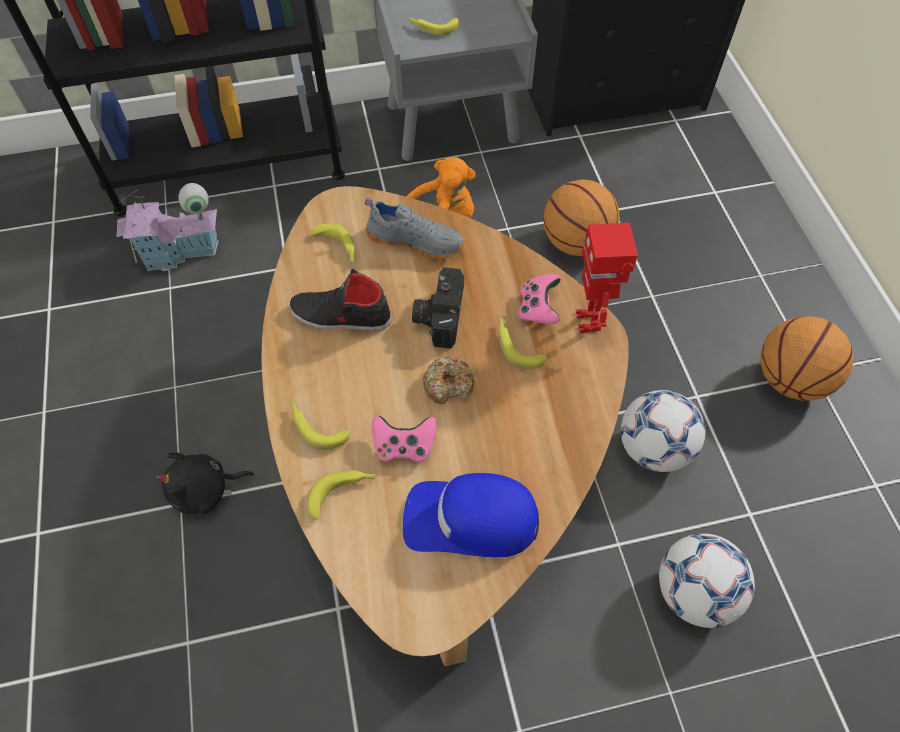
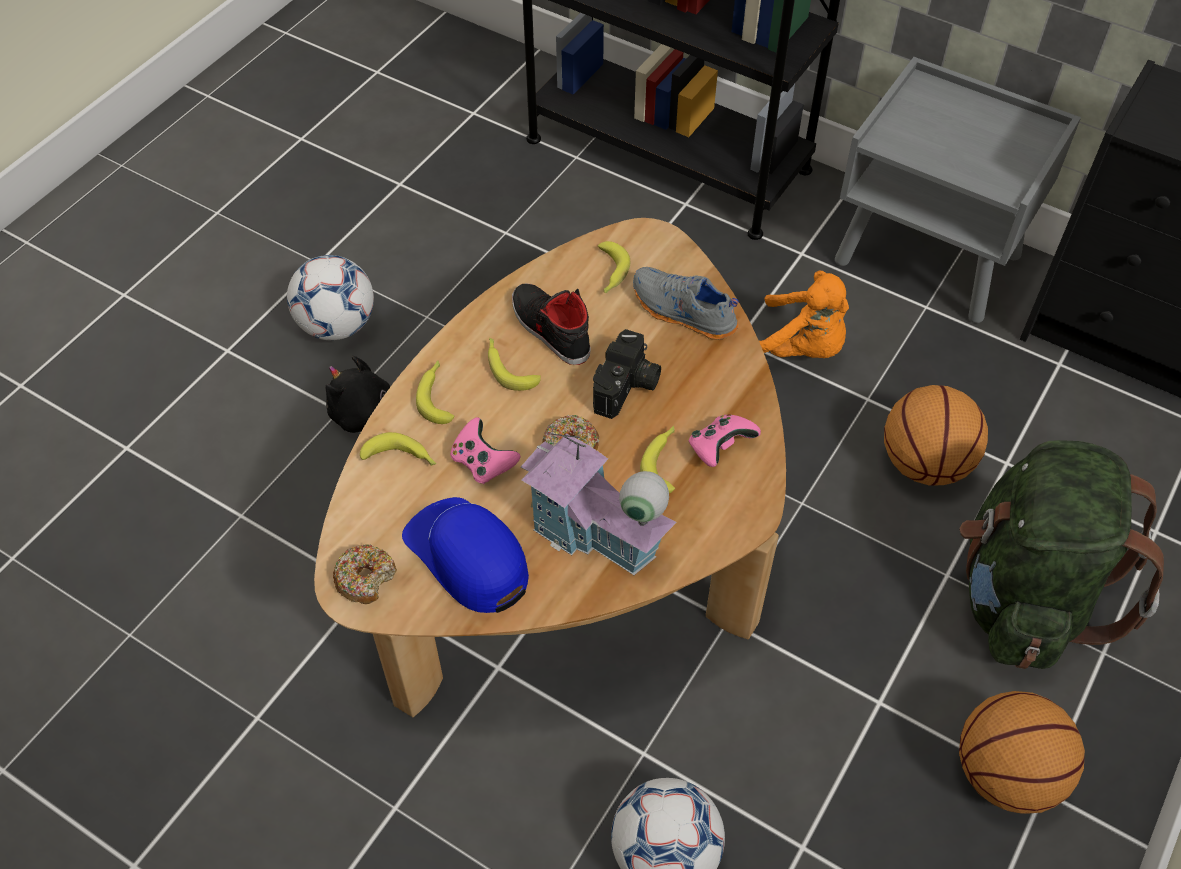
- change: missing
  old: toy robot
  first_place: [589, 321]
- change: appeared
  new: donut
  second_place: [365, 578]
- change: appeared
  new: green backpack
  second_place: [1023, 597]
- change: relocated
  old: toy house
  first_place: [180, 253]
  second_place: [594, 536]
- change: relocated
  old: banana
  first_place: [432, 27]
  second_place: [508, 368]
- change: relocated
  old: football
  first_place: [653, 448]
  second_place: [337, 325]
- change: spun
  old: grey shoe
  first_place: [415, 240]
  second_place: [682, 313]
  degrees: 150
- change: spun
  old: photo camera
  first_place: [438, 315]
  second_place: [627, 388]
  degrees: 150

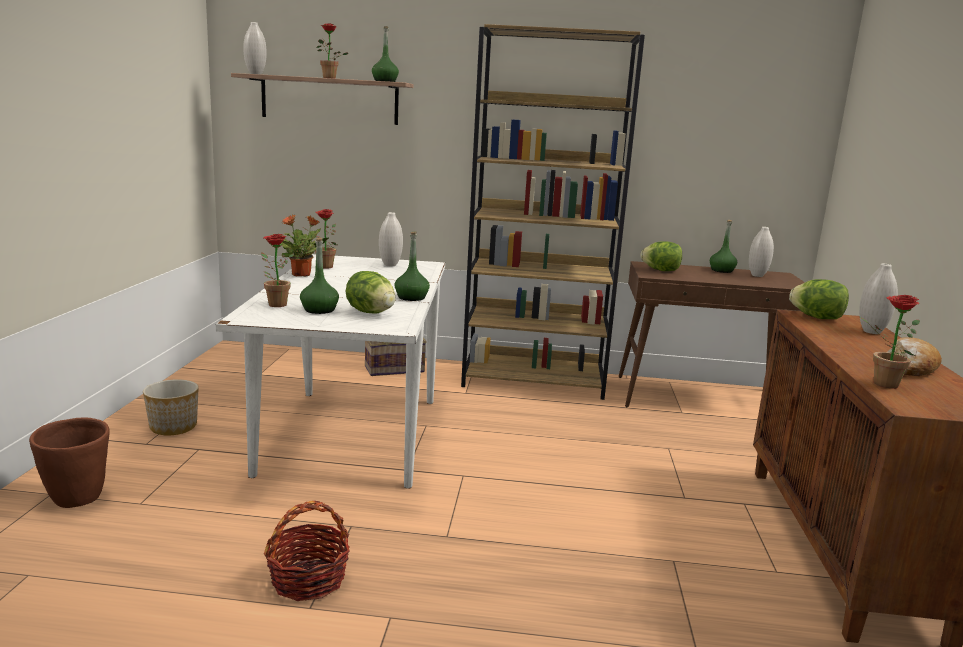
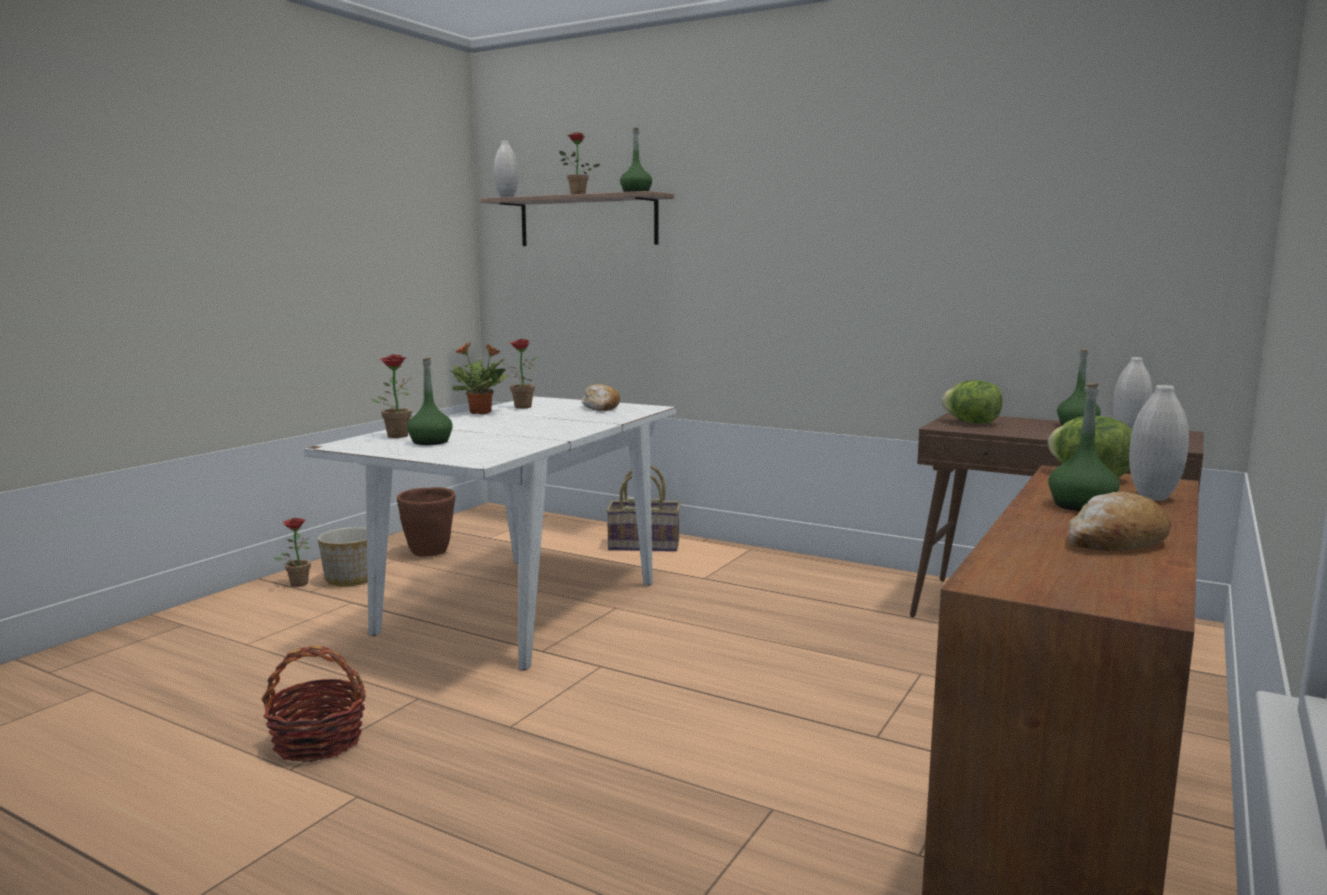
- change: missing
  old: lettuce
  first_place: [371, 313]
- change: missing
  old: brown bookcase
  first_place: [534, 380]
- change: relocated
  old: brown planter
  first_place: [77, 499]
  second_place: [429, 553]
- change: relocated
  old: green bottle
  first_place: [411, 298]
  second_place: [1081, 506]
- change: relocated
  old: potted plant
  first_place: [879, 383]
  second_place: [298, 582]
- change: exchanged
  old: white vase
  new: bread
  first_place: [390, 265]
  second_place: [601, 407]

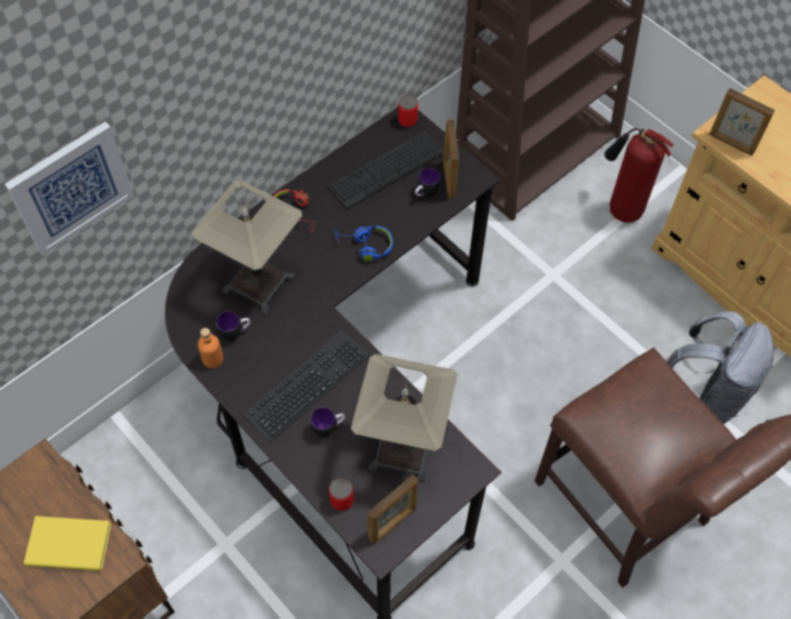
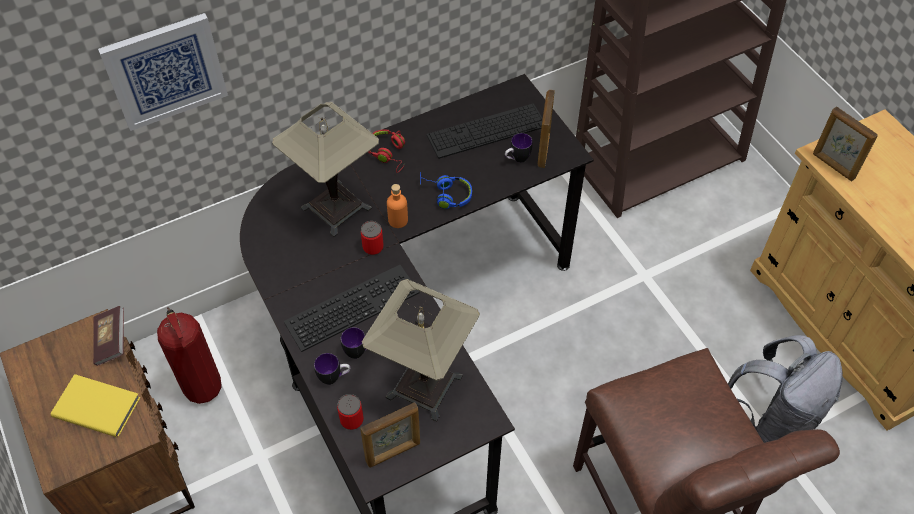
- change: appeared
  new: book
  second_place: [111, 341]
- change: relocated
  old: orange bottle
  first_place: [213, 359]
  second_place: [398, 220]
- change: relocated
  old: mug
  first_place: [235, 333]
  second_place: [334, 377]
- change: relocated
  old: can
  first_place: [407, 121]
  second_place: [373, 247]
- change: relocated
  old: fire extinguisher
  first_place: [620, 210]
  second_place: [201, 386]

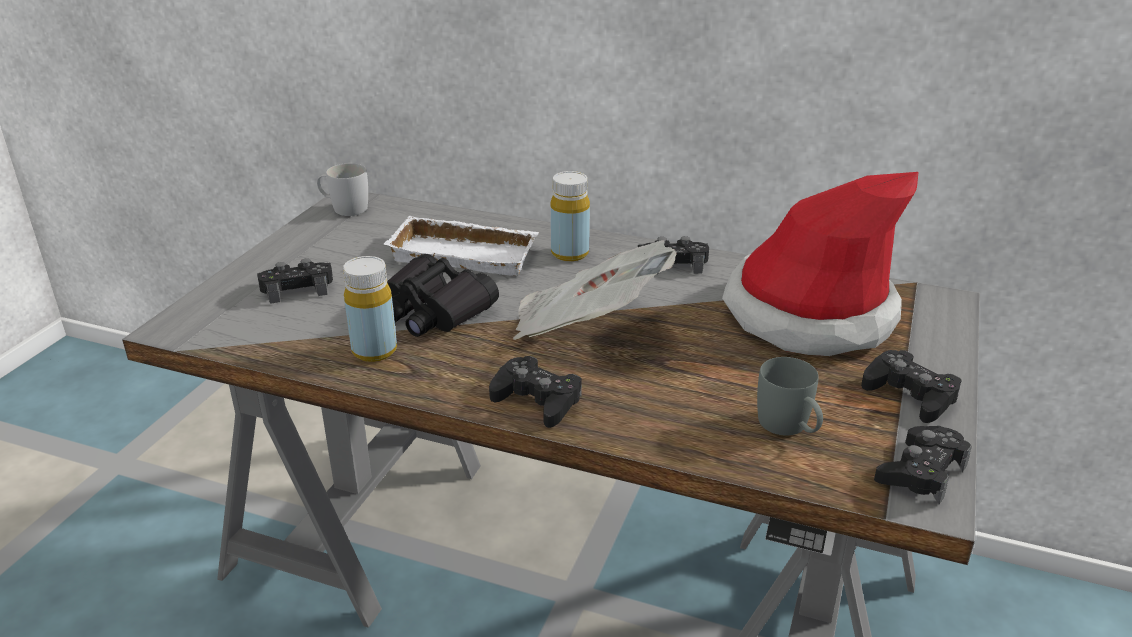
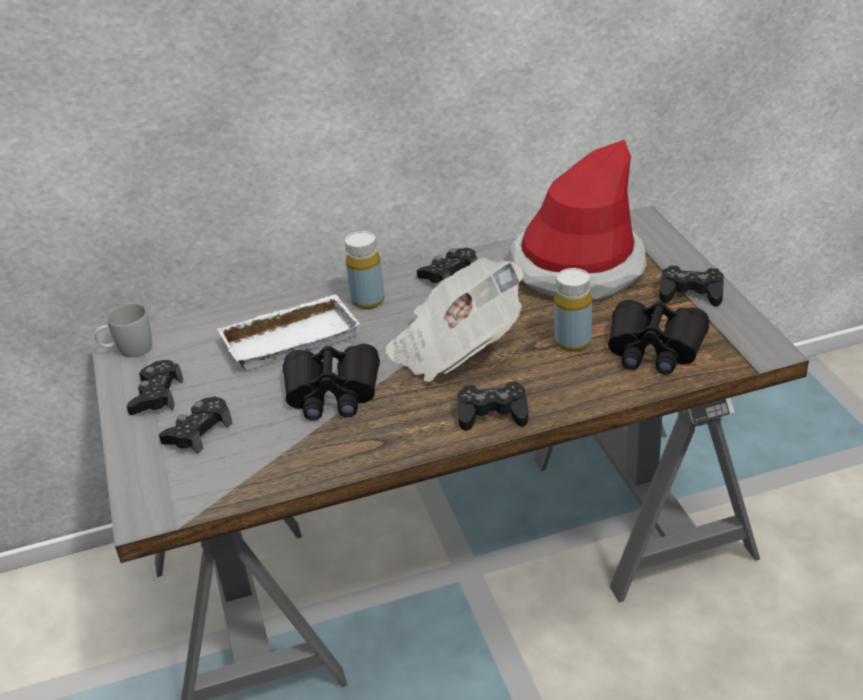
- change: relocated
  old: yellow bottle
  first_place: [374, 351]
  second_place: [572, 342]
- change: relocated
  old: black game controller
  first_place: [921, 472]
  second_place: [156, 395]
- change: exchanged
  old: grey mug
  new: black binoculars
  first_place: [789, 428]
  second_place: [654, 348]

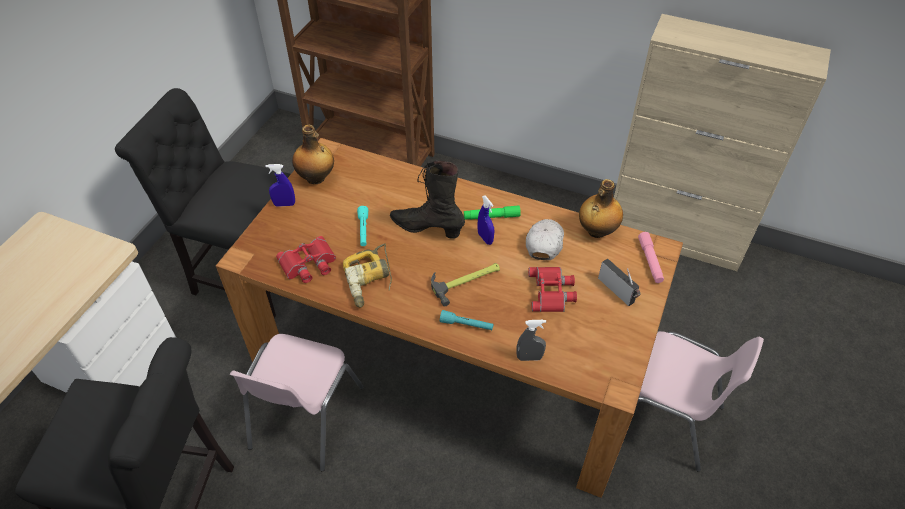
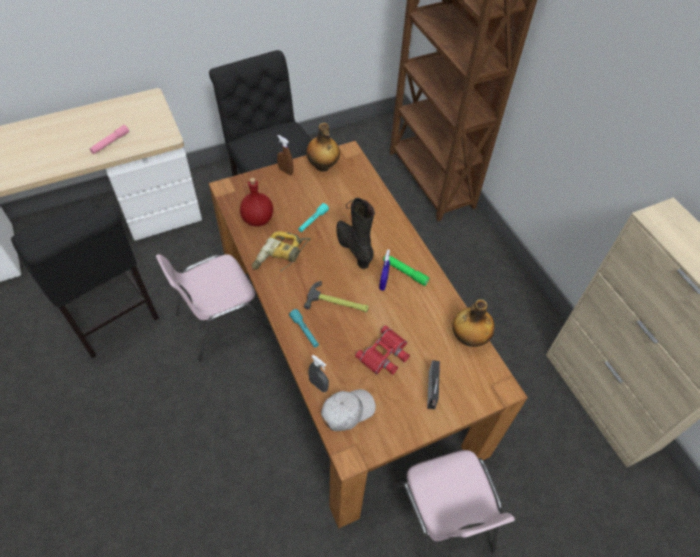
- change: relocated
  old: white cap
  first_place: [544, 242]
  second_place: [347, 411]
- change: relocated
  old: pink flashlight
  first_place: [650, 261]
  second_place: [110, 143]
- change: exchanged
  old: red binoculars
  new: red bottle
  first_place: [309, 264]
  second_place: [257, 220]
- change: colour
  old: blue spray bottle
  new: brown spray bottle
  first_place: [284, 204]
  second_place: [285, 171]

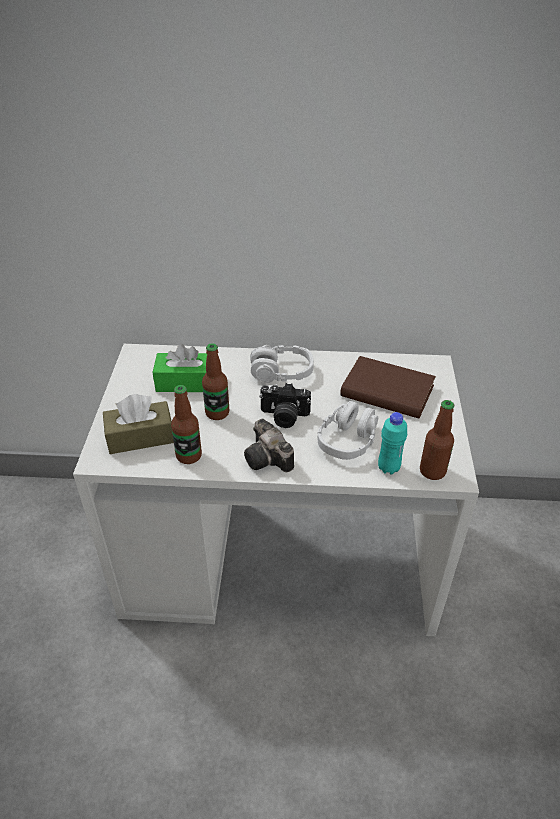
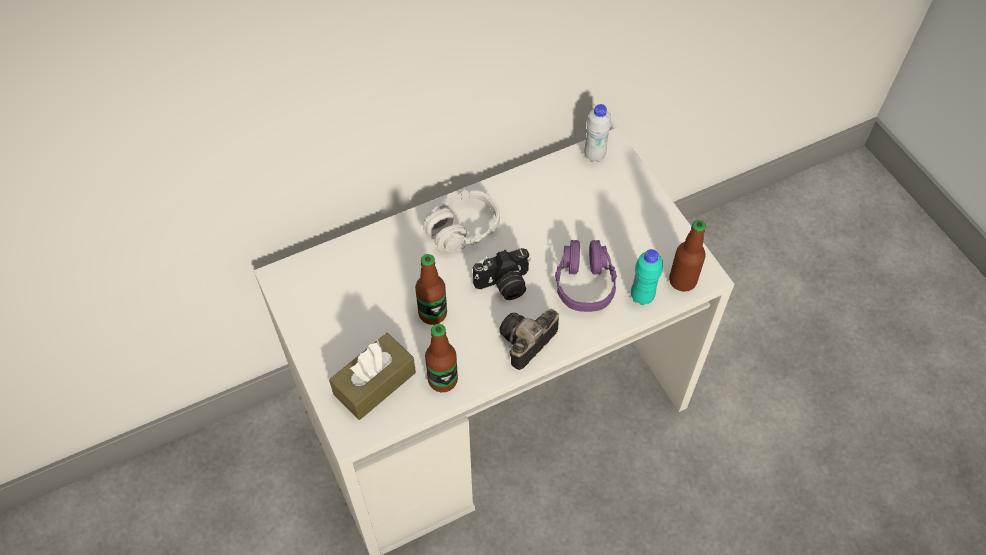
- change: missing
  old: green tissue box
  first_place: [186, 382]
- change: missing
  old: brown book
  first_place: [387, 391]
- change: appeared
  new: white bottle
  second_place: [594, 155]
- change: colour
  old: grey headphones
  new: purple headphones
  first_place: [347, 440]
  second_place: [584, 283]
- change: spun
  old: photo camera
  first_place: [269, 459]
  second_place: [525, 343]
  degrees: 105

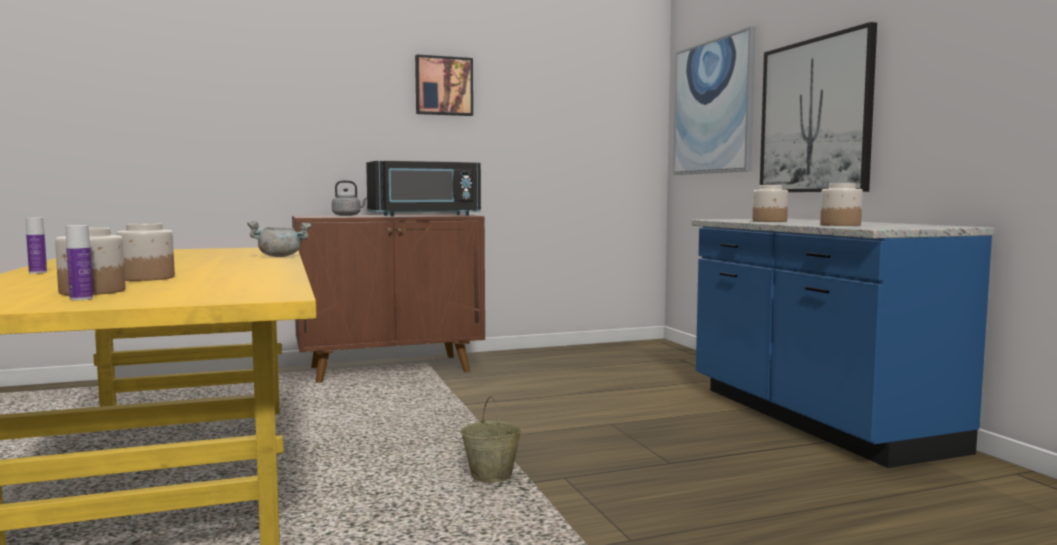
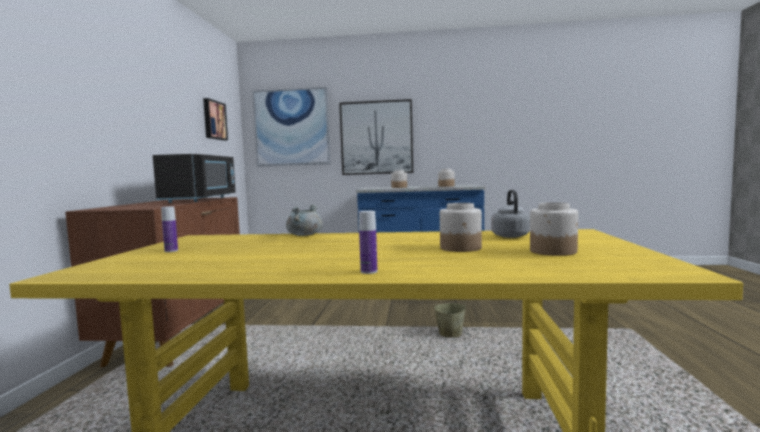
- change: relocated
  old: bottle
  first_place: [81, 299]
  second_place: [171, 251]
- change: relocated
  old: grey kettle
  first_place: [348, 215]
  second_place: [510, 236]
- change: relocated
  old: picture
  first_place: [443, 86]
  second_place: [214, 120]

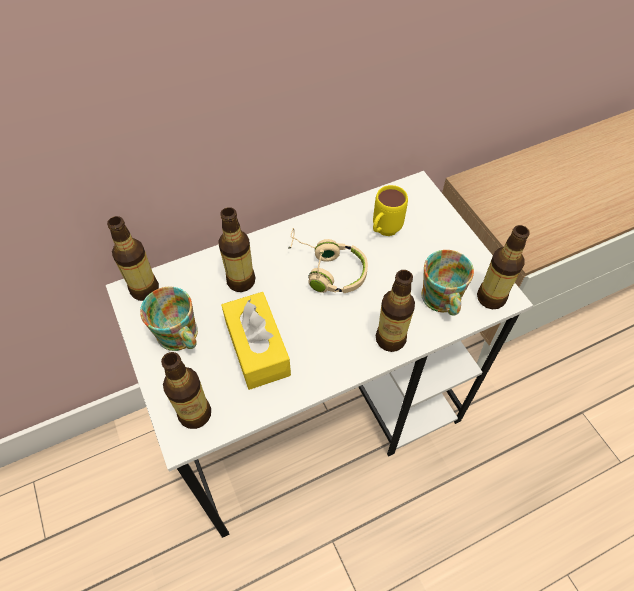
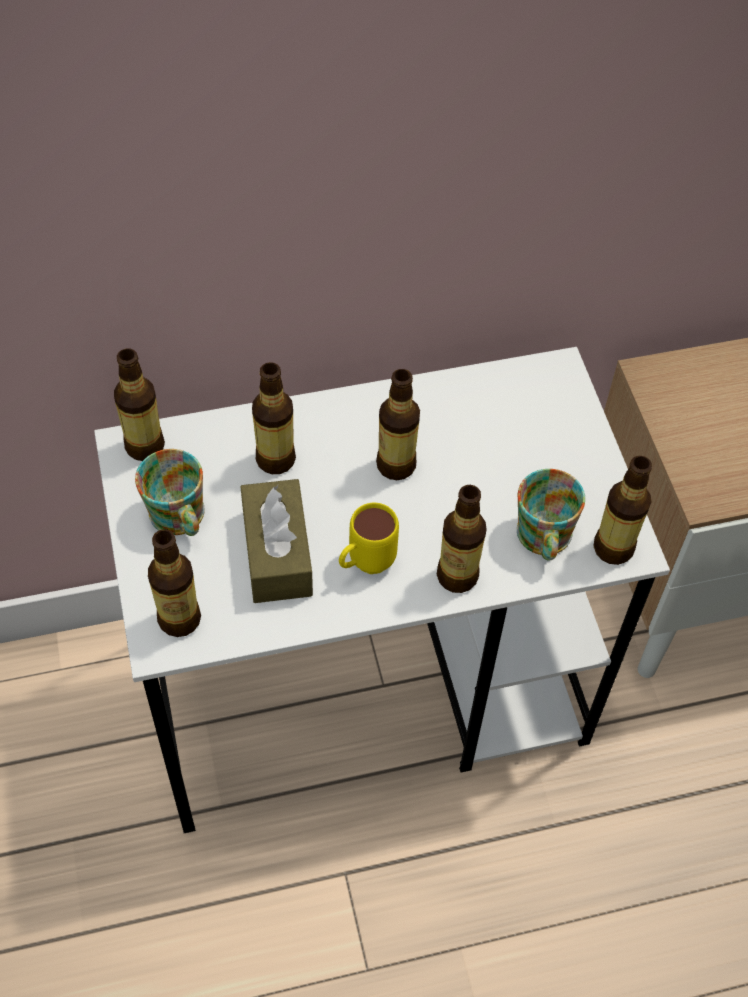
- change: relocated
  old: yellow mug
  first_place: [383, 232]
  second_place: [364, 565]
- change: exchanged
  old: beige headphones
  new: bottle
  first_place: [326, 269]
  second_place: [396, 465]
- change: colour
  old: yellow tissue box
  new: brown tissue box
  first_place: [257, 348]
  second_place: [277, 553]

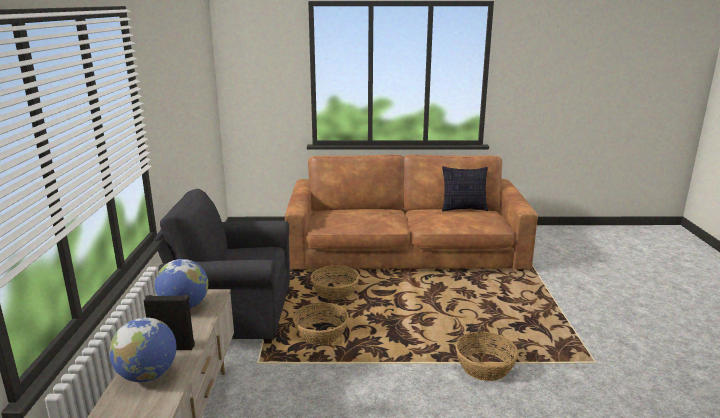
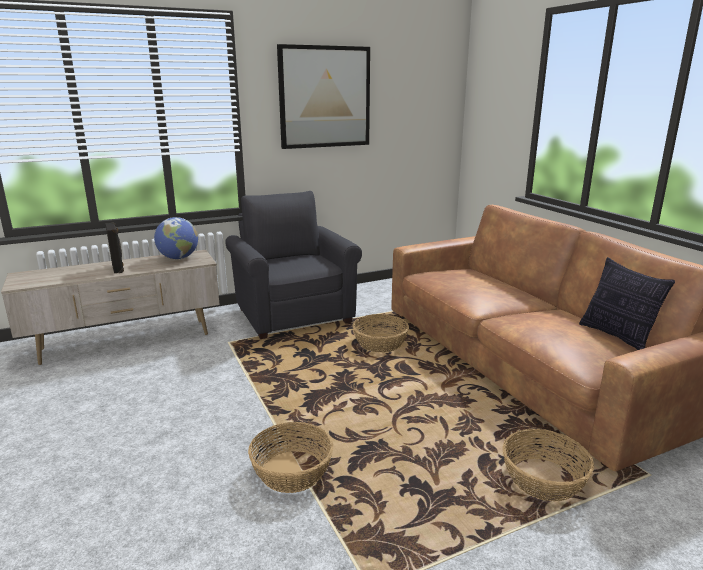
- change: missing
  old: globe
  first_place: [147, 375]
- change: appeared
  new: picture
  second_place: [324, 97]
- change: relocated
  old: basket
  first_place: [320, 333]
  second_place: [543, 479]

